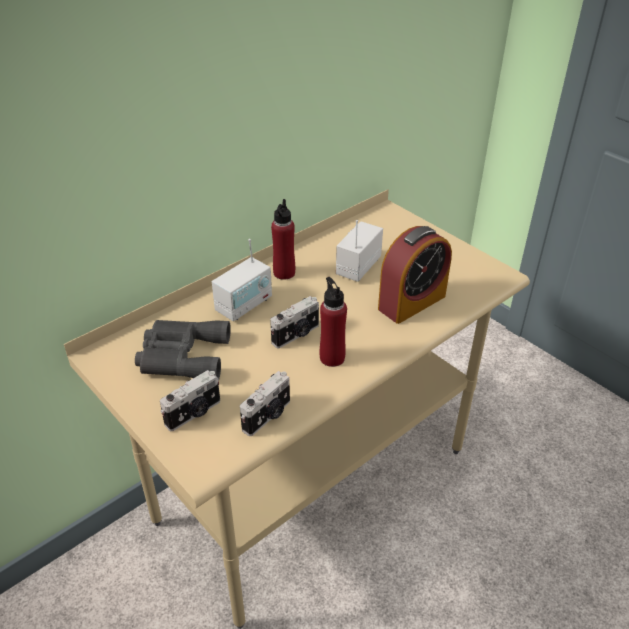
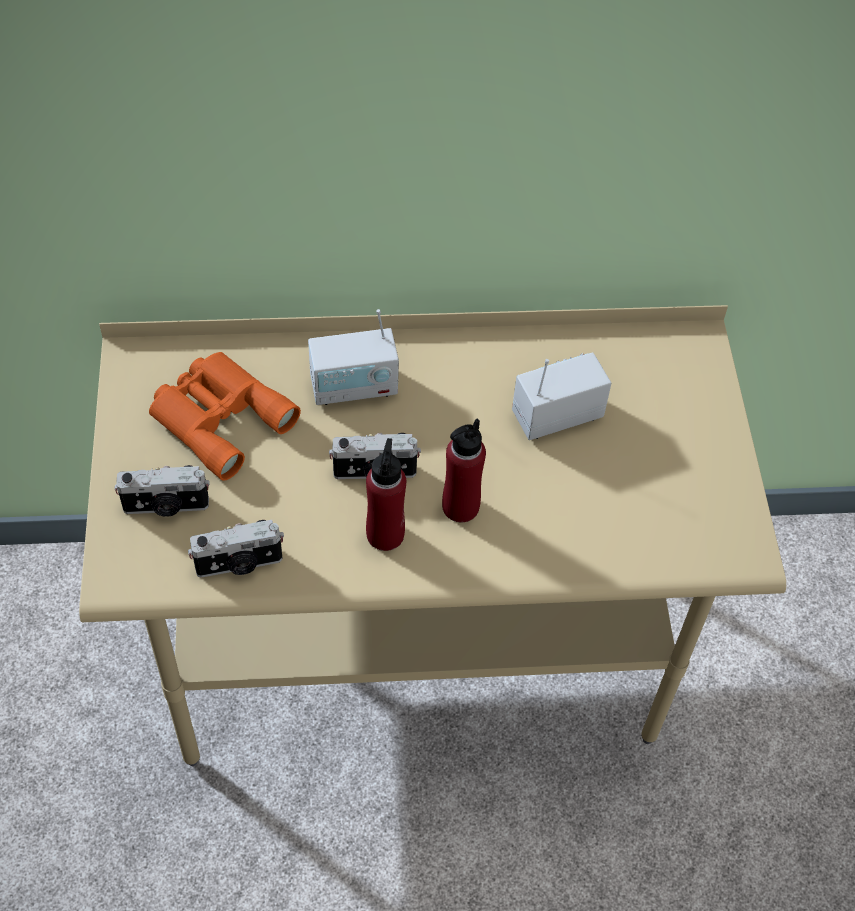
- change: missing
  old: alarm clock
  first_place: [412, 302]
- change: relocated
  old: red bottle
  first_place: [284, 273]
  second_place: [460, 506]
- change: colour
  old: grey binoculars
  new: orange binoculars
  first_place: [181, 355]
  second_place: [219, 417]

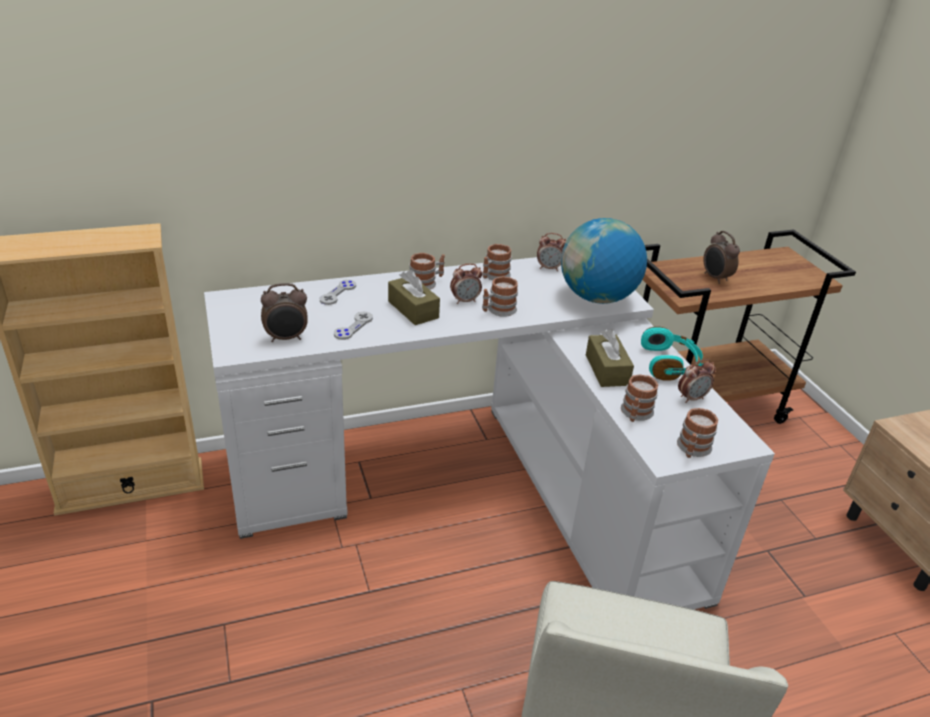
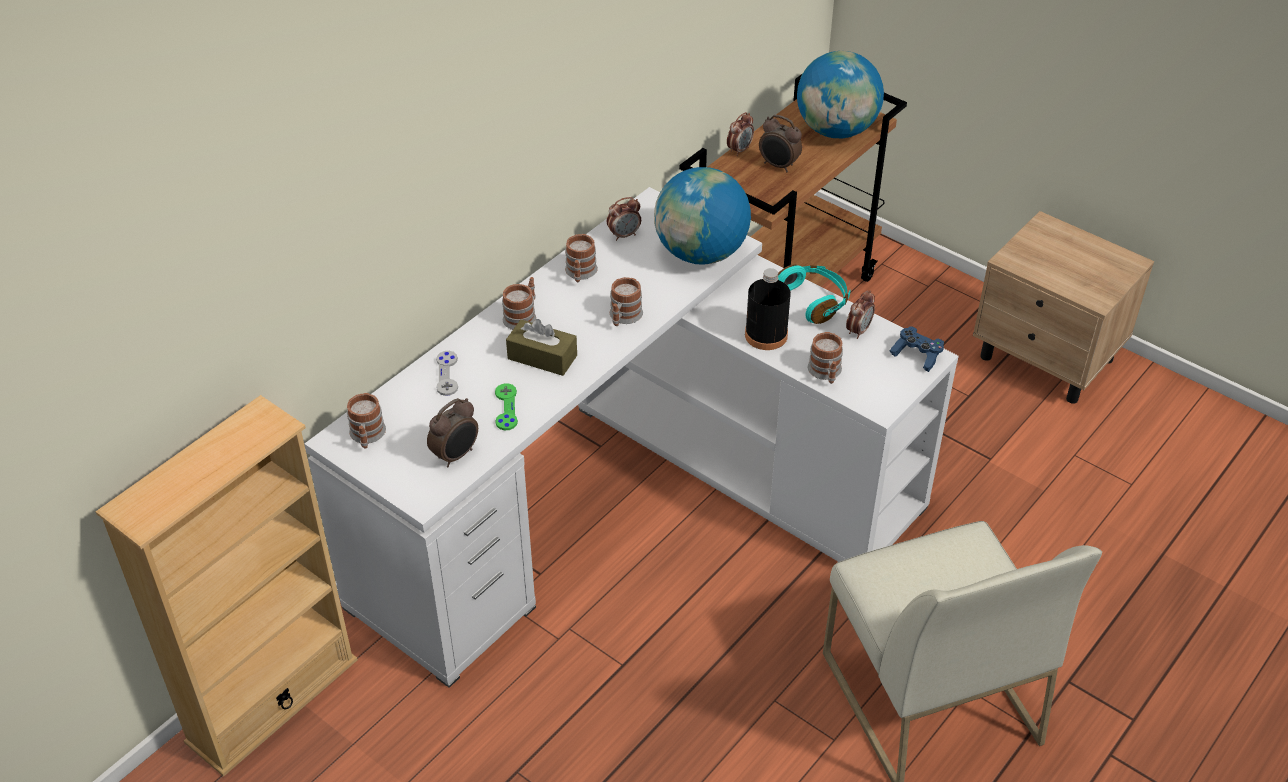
- change: appeared
  new: globe
  second_place: [836, 130]
- change: appeared
  new: blue game controller
  second_place: [917, 355]
- change: relocated
  old: alarm clock
  first_place: [465, 301]
  second_place: [739, 150]
- change: relocated
  old: mug
  first_place: [692, 449]
  second_place: [367, 436]
- change: exchanged
  old: brown tissue box
  new: black bottle
  first_place: [607, 370]
  second_place: [766, 335]
- change: colour
  old: grey game controller
  new: green game controller
  first_place: [353, 326]
  second_place: [506, 408]

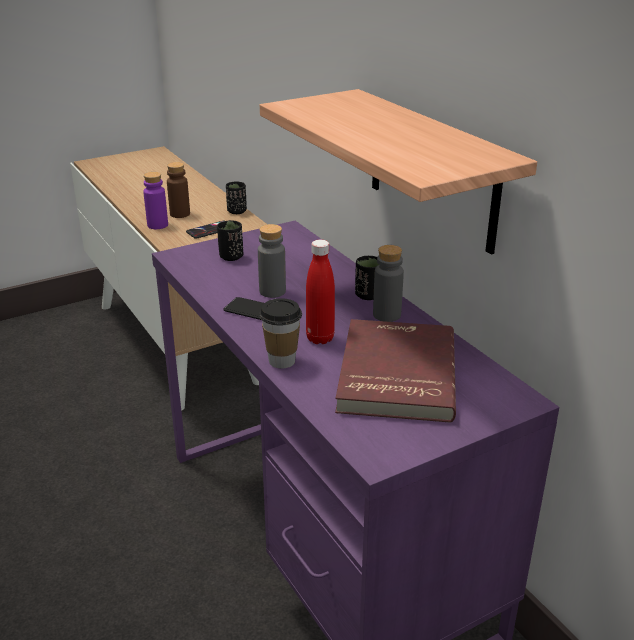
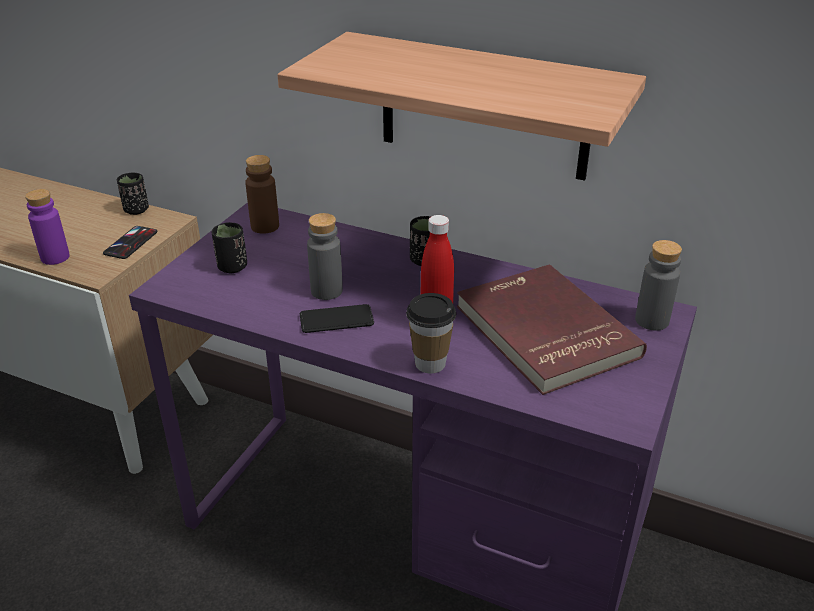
- change: relocated
  old: brown bottle
  first_place: [180, 214]
  second_place: [265, 226]
- change: relocated
  old: grey bottle
  first_place: [386, 315]
  second_place: [652, 320]

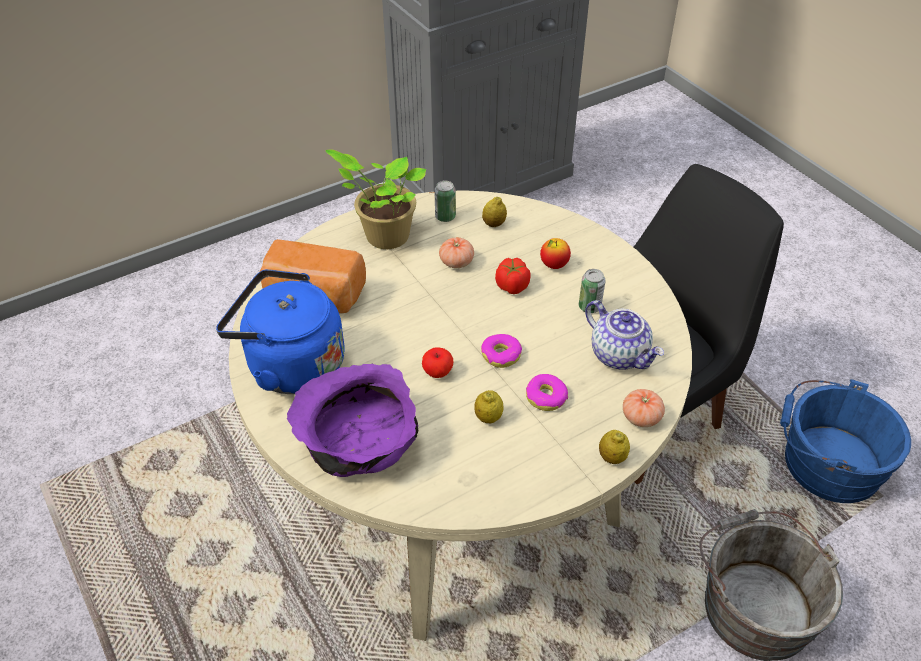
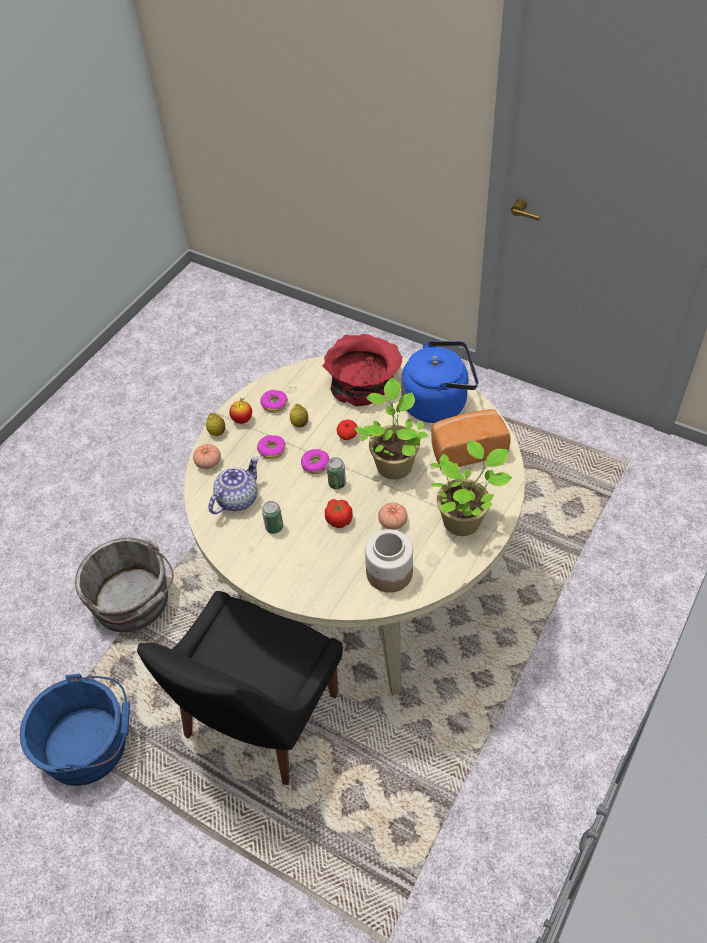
- change: appeared
  new: donut
  second_place: [274, 404]
- change: appeared
  new: potted plant
  second_place: [393, 464]
- change: relocated
  old: can
  first_place: [445, 217]
  second_place: [337, 483]
- change: relocated
  old: apple
  first_place: [554, 265]
  second_place: [242, 420]
- change: exchanged
  old: lemon
  new: jar
  first_place: [494, 224]
  second_place: [389, 572]
- change: colour
  old: purple bowl
  new: red bowl
  first_place: [357, 442]
  second_place: [363, 381]
- change: spun
  old: teapot
  first_place: [620, 355]
  second_place: [237, 498]
  degrees: 105

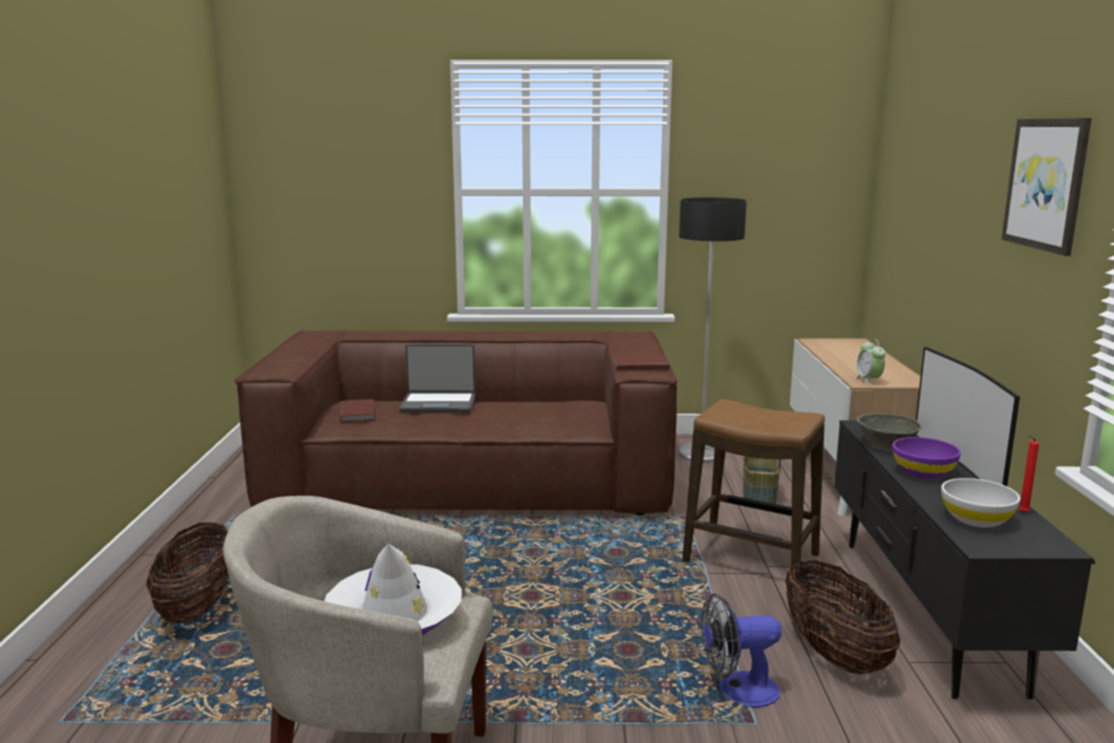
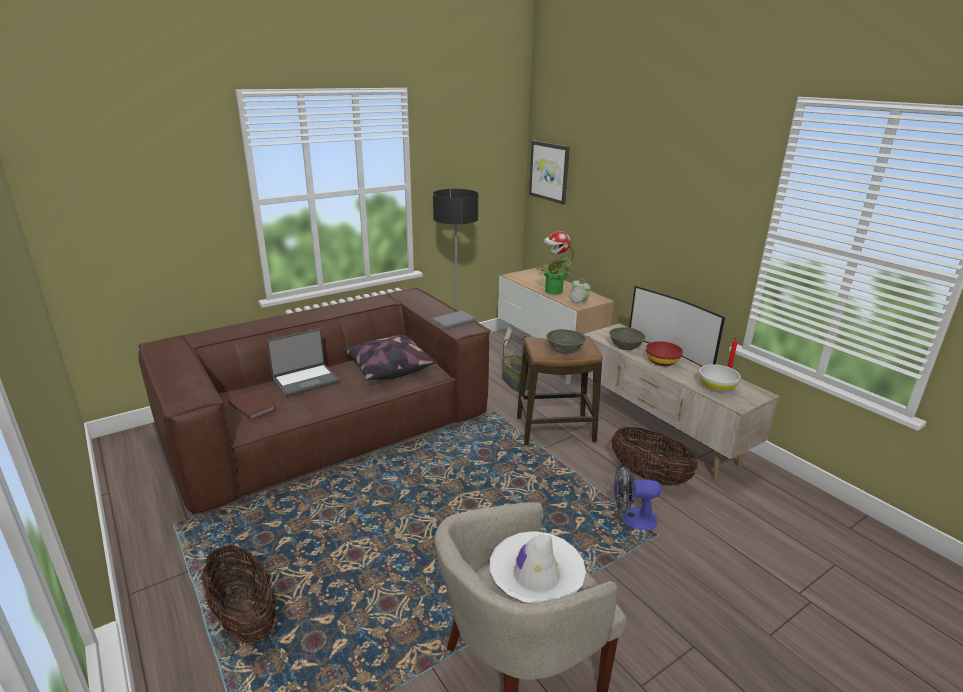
- change: appeared
  new: pillow
  second_place: [388, 368]
- change: appeared
  new: potted plant
  second_place: [553, 291]
- change: appeared
  new: grey bowl
  second_place: [565, 350]
- change: relocated
  old: picture
  first_place: [1047, 184]
  second_place: [549, 171]
- change: colour
  old: brown book
  new: grey book
  first_place: [639, 365]
  second_place: [452, 321]
- change: colour
  old: black tv stand
  new: beige tv stand
  first_place: [925, 611]
  second_place: [659, 433]
- change: colour
  old: purple bowl
  new: red bowl
  first_place: [923, 472]
  second_place: [662, 362]
- change: spun
  old: fan
  first_place: [737, 691]
  second_place: [632, 519]
  degrees: 45

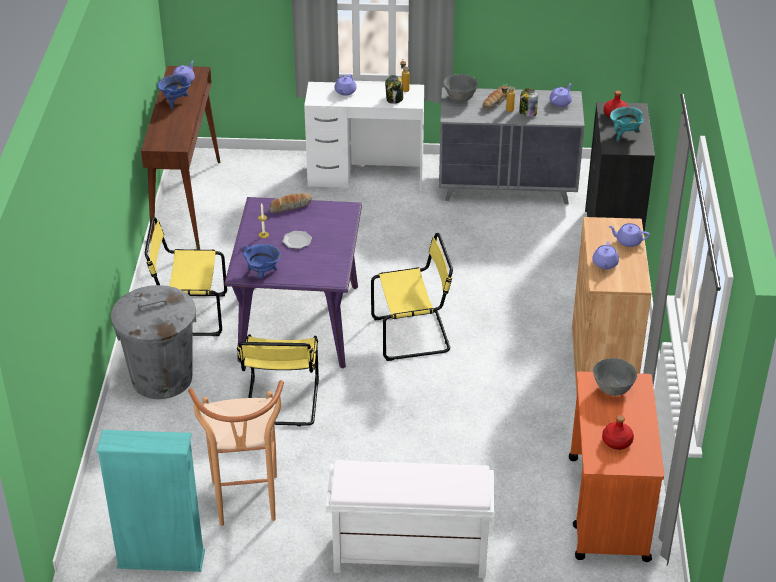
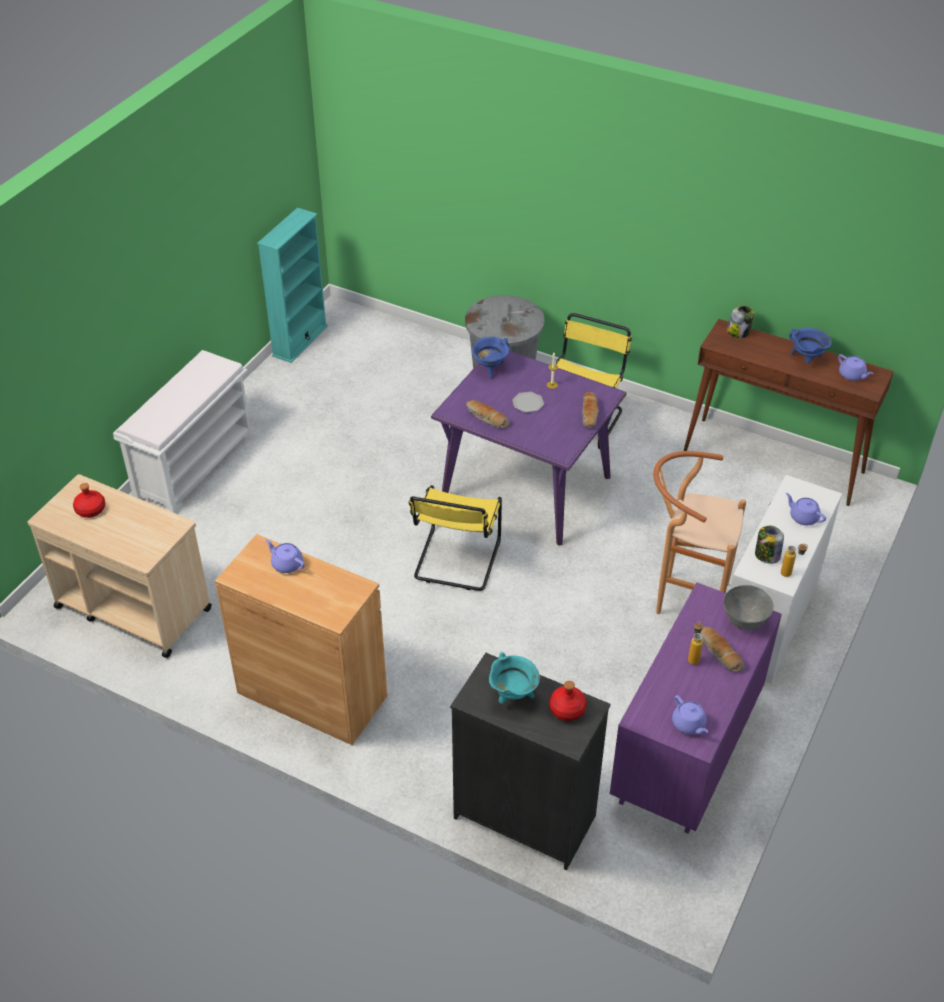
- change: missing
  old: yellow chair
  first_place: [281, 403]
- change: missing
  old: grey bowl
  first_place: [613, 389]
- change: missing
  old: purple teapot
  first_place: [628, 241]
- change: appeared
  new: bread
  second_place: [486, 418]
- change: relocated
  old: brown stool
  first_place: [246, 506]
  second_place: [684, 598]
- change: relocated
  old: jar
  first_place: [527, 112]
  second_place: [738, 332]
- change: colour
  old: grey dresser
  new: purple dresser
  first_place: [507, 187]
  second_place: [686, 753]
- change: colour
  old: orange cart
  new: beige cart
  first_place: [608, 509]
  second_place: [132, 607]

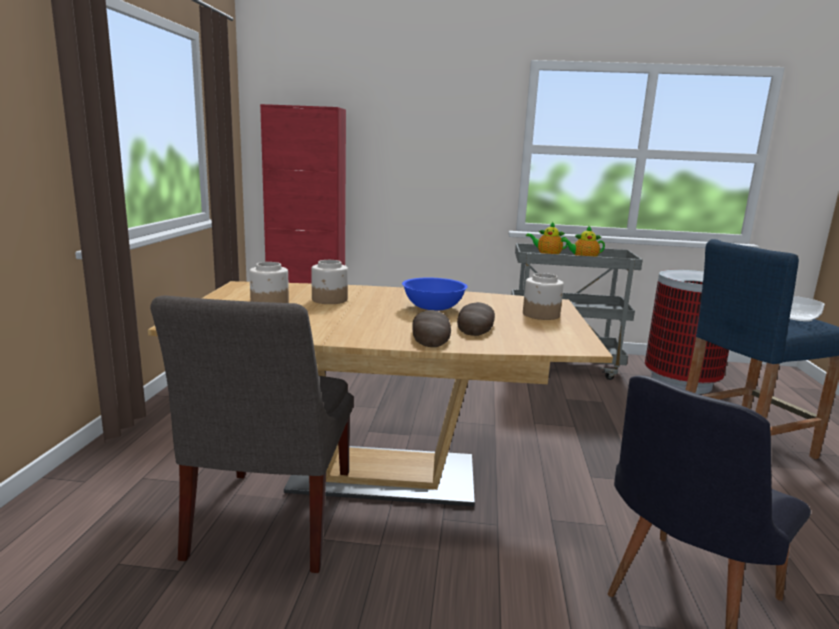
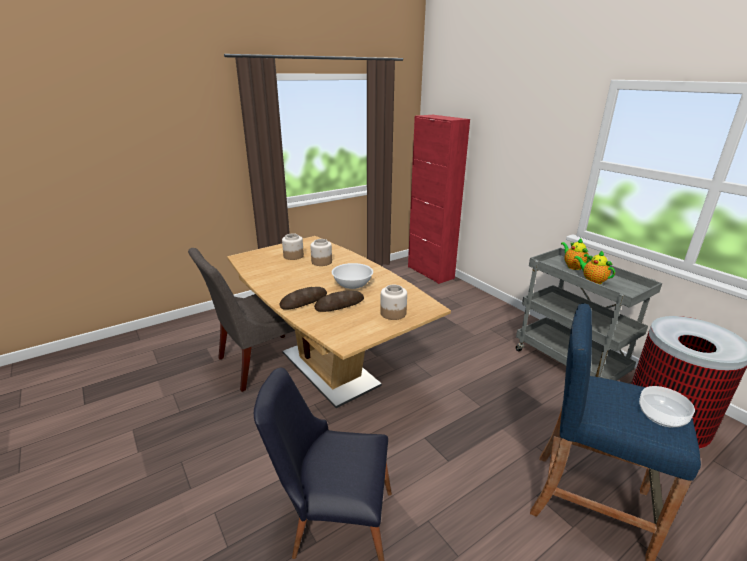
- change: colour
  old: blue bowl
  new: white bowl
  first_place: [433, 307]
  second_place: [352, 285]

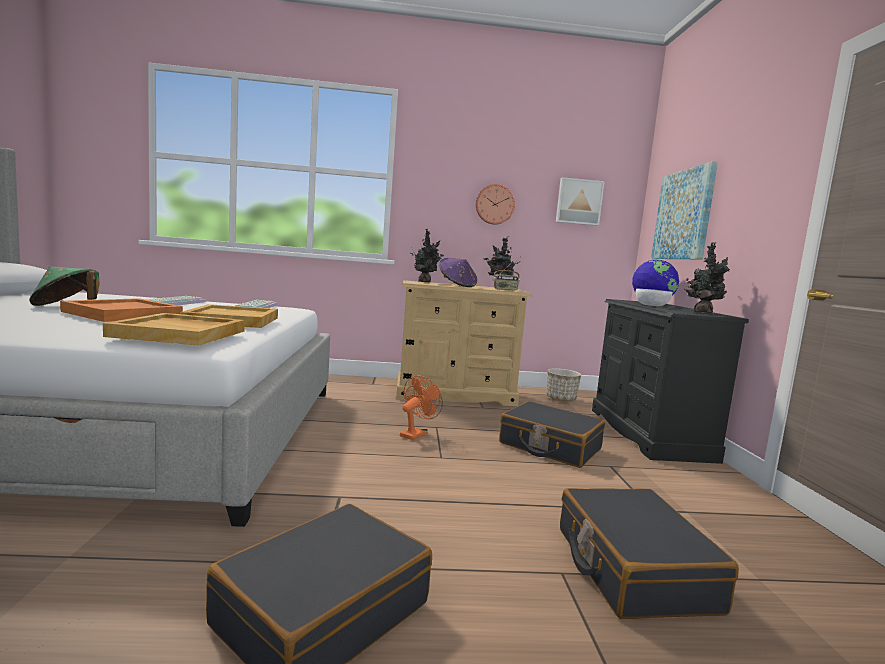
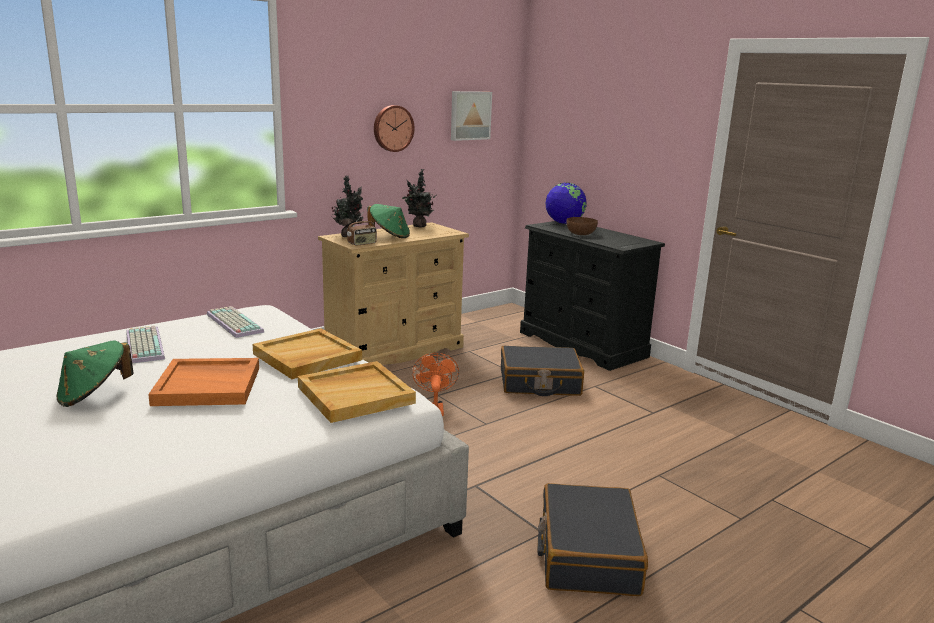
- change: missing
  old: planter
  first_place: [560, 399]
- change: missing
  old: black suitcase
  first_place: [632, 568]
- change: missing
  old: picture
  first_place: [683, 215]
- change: missing
  old: potted plant
  first_place: [703, 312]
- change: relocated
  old: radio
  first_place: [505, 290]
  second_place: [362, 244]
- change: colour
  old: purple hat
  new: green hat
  first_place: [457, 285]
  second_place: [389, 236]
- change: colour
  old: white bowl
  new: brown bowl
  first_place: [652, 305]
  second_place: [581, 233]

